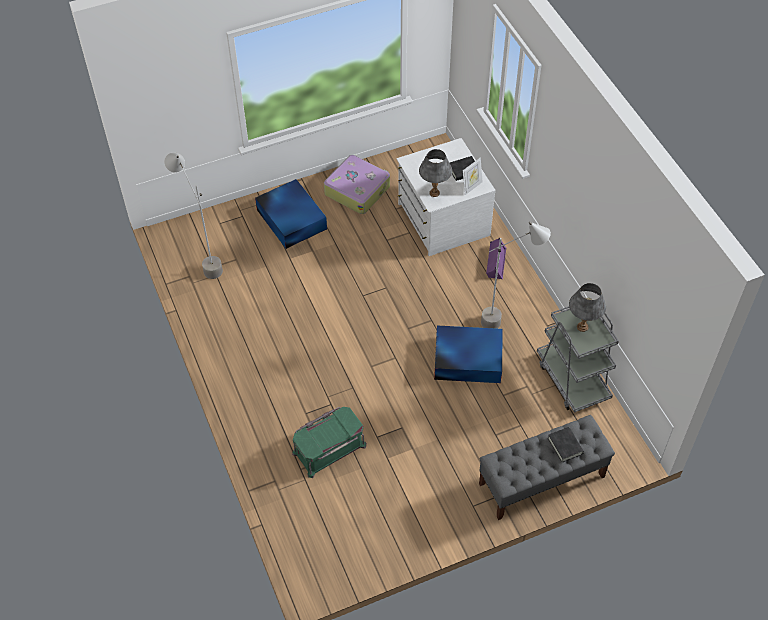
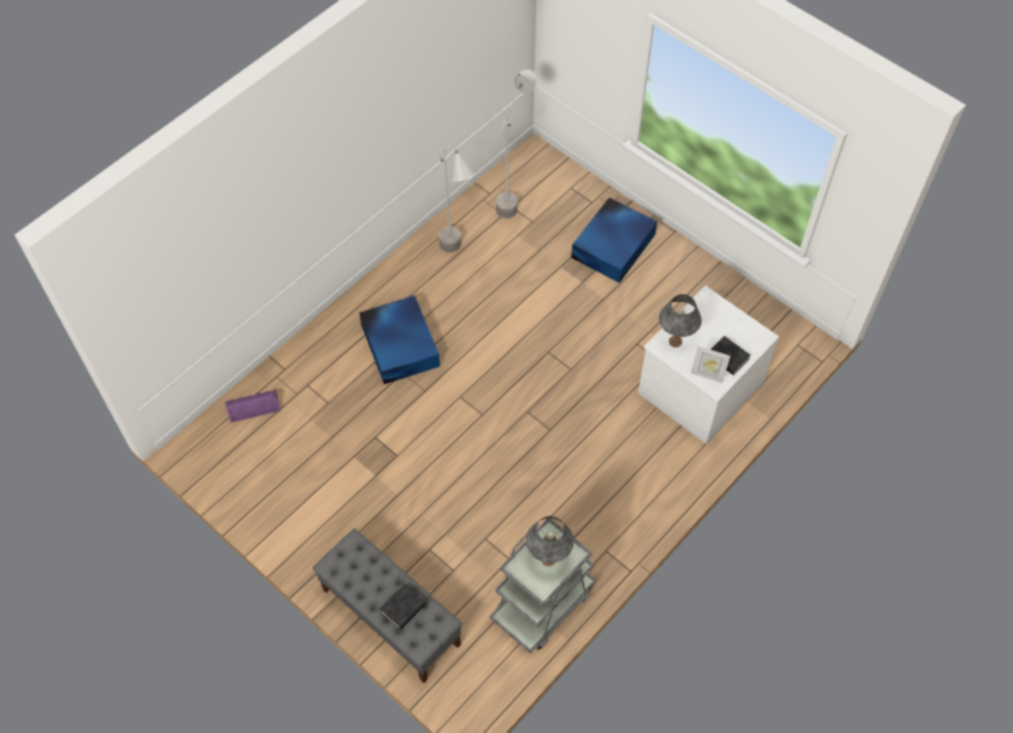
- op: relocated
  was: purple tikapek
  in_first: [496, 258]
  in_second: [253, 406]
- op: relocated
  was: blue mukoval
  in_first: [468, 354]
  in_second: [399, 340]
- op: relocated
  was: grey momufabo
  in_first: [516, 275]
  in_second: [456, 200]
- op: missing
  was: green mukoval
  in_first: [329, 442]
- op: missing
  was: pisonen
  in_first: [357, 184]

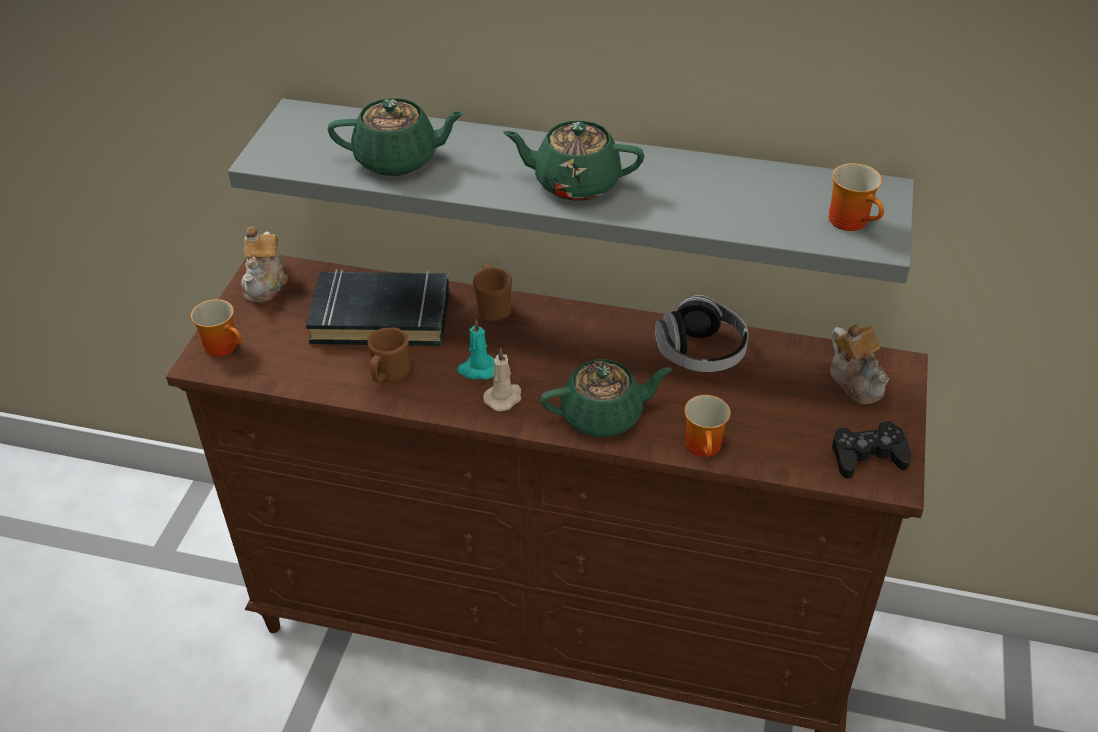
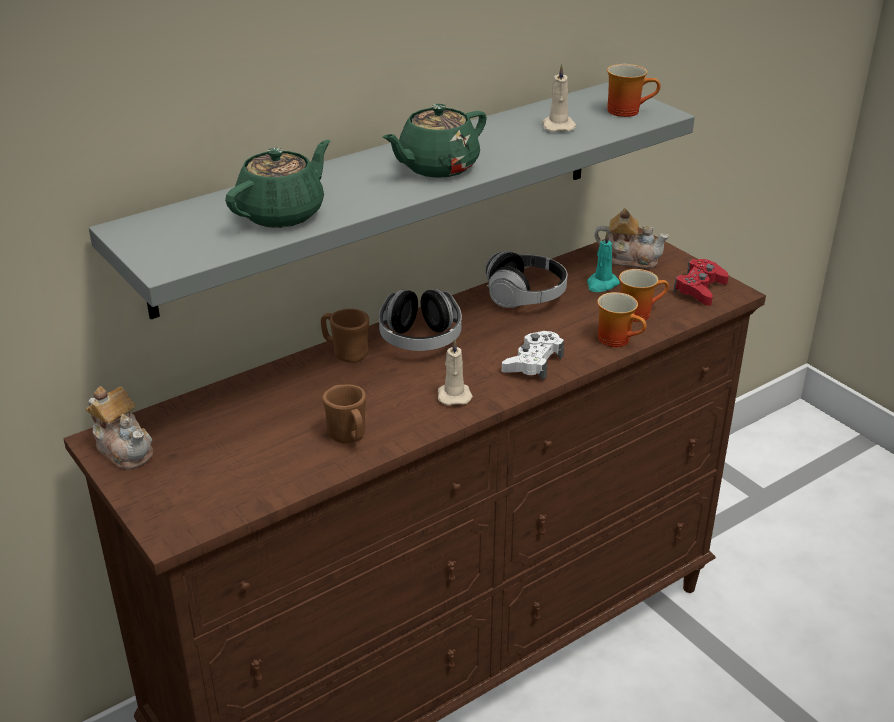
- op: appeared
  now: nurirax
  in_second: [420, 320]
- op: exchanged
  was: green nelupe
  now: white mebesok
  in_first: [606, 398]
  in_second: [533, 355]
- op: appeared
  now: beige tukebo
  in_second: [559, 98]
- op: relocated
  was: turquoise tukebo
  in_first: [475, 349]
  in_second: [603, 261]
- op: relocated
  was: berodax
  in_first: [216, 328]
  in_second: [644, 295]
- op: colour
  was: black mebesok
  now: red mebesok
  in_first: [871, 449]
  in_second: [701, 282]
- op: missing
  was: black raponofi
  in_first: [377, 307]

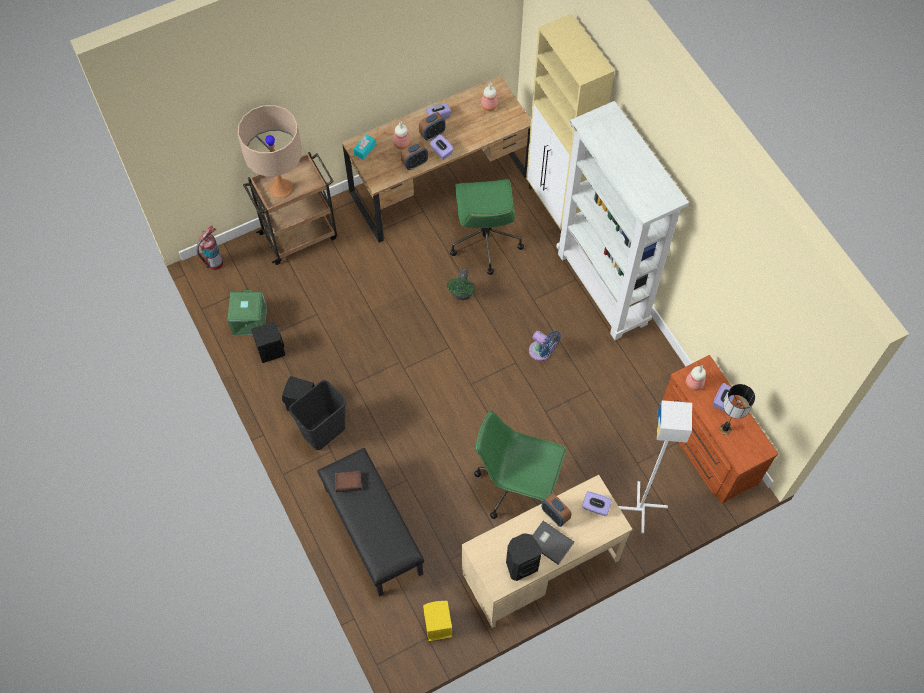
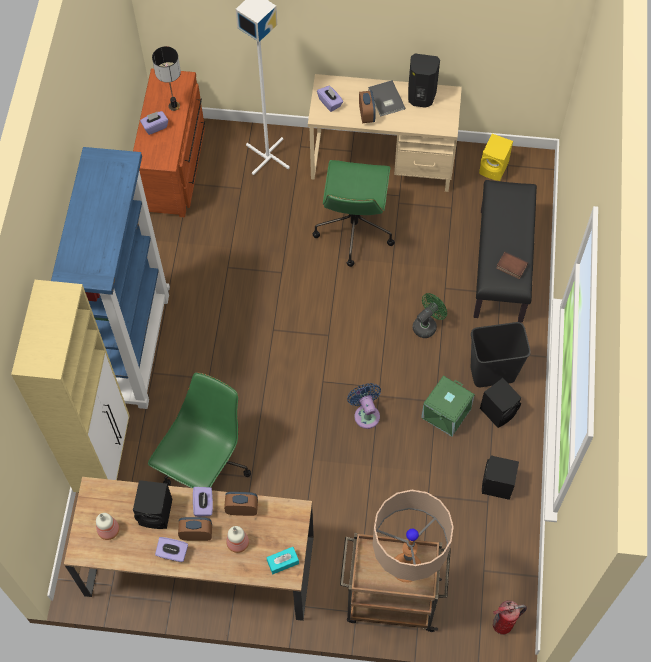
- op: colour
  was: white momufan
  now: blue momufan
  in_first: [622, 220]
  in_second: [110, 278]
- op: appeared
  now: black tikapek
  in_second: [152, 504]
- op: spun
  was: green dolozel
  in_first: [520, 465]
  in_second: [353, 213]
  clockwise: 45
- op: relocated
  was: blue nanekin
  in_first: [545, 345]
  in_second: [364, 406]
- op: relocated
  was: green nanekin
  in_first: [461, 284]
  in_second: [429, 315]
- op: relocated
  was: green mukoval
  in_first: [247, 312]
  in_second: [448, 405]
- op: missing
  was: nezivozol
  in_first: [696, 378]

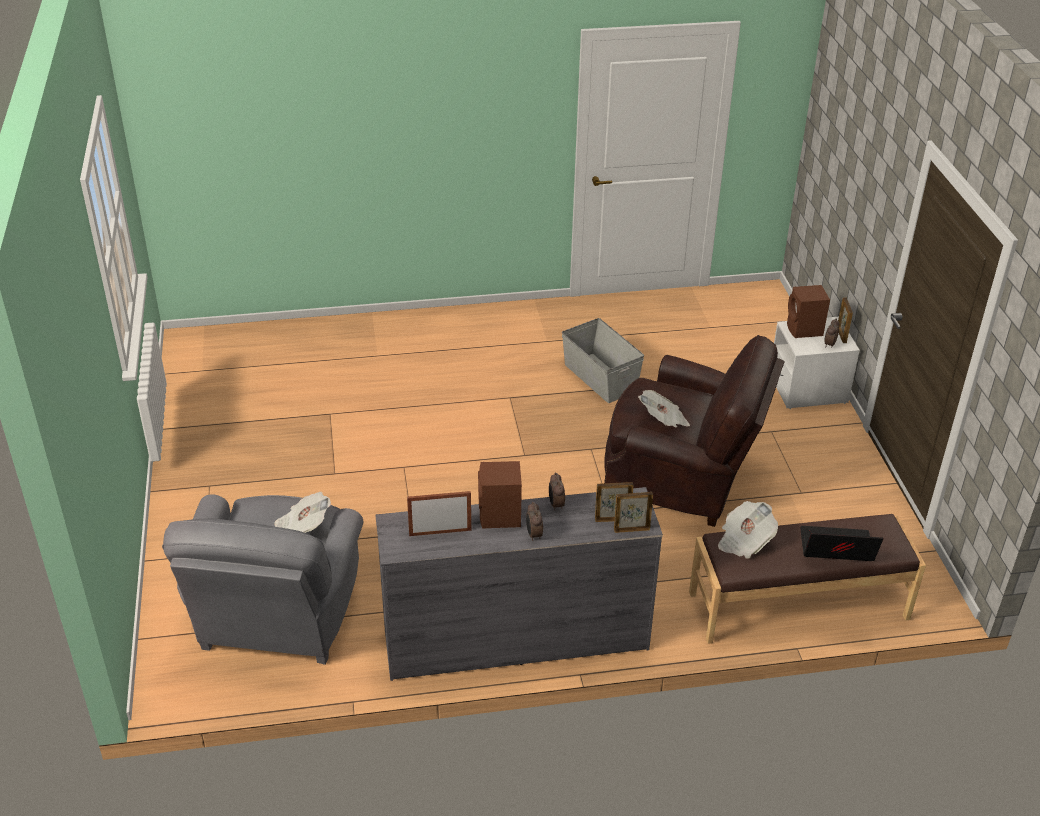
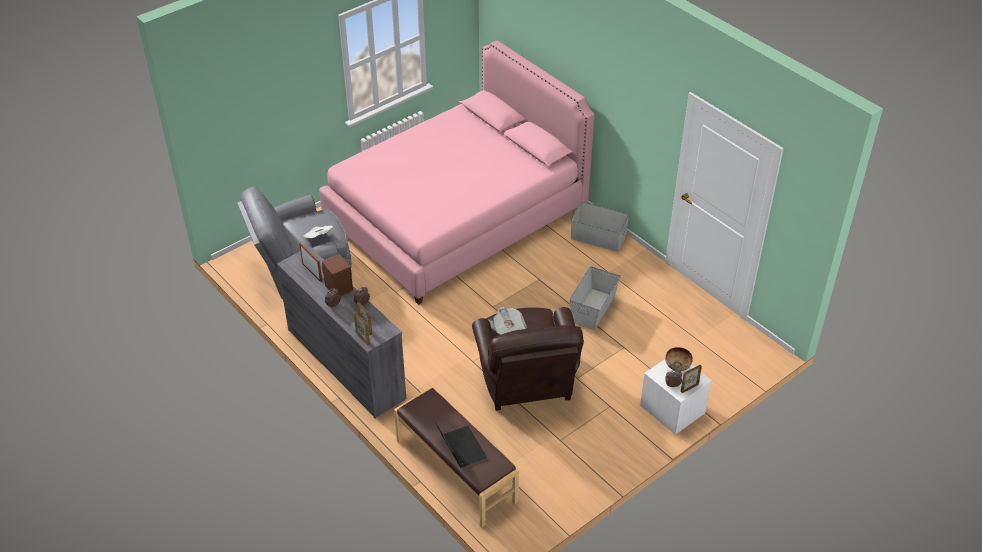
- op: appeared
  now: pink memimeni
  in_second: [456, 172]
- op: appeared
  now: grey mukoval
  in_second: [600, 227]
- op: exchanged
  was: brown tikapek
  now: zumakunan
  in_first: [808, 311]
  in_second: [679, 359]
- op: missing
  was: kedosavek
  in_first: [748, 530]

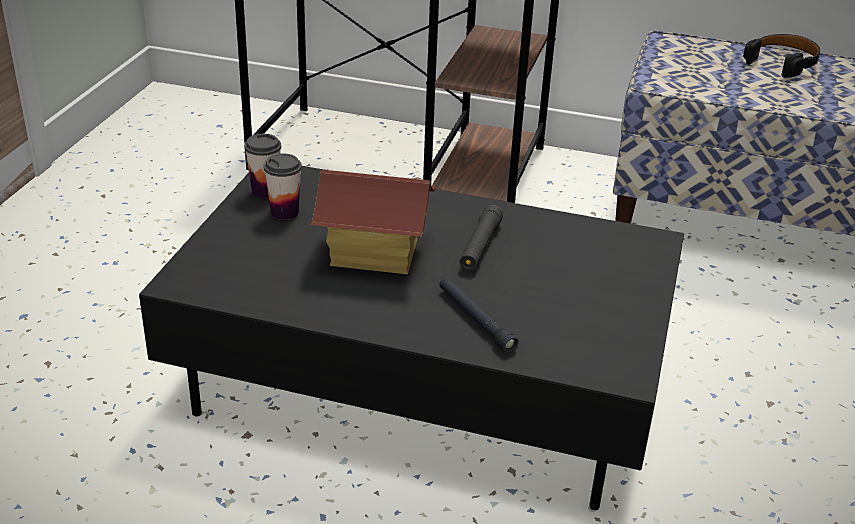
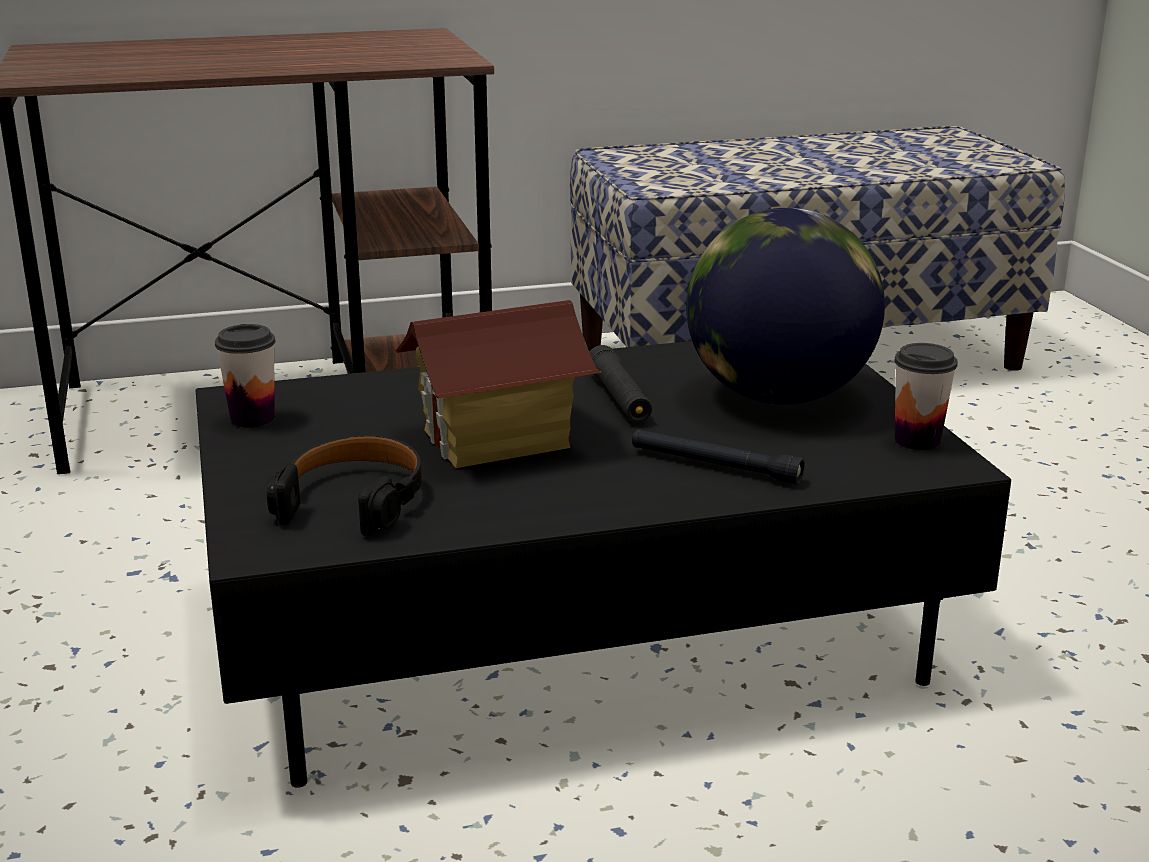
- op: relocated
  was: black nurirax
  in_first: [781, 55]
  in_second: [344, 485]
- op: appeared
  now: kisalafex
  in_second: [785, 306]
- op: relocated
  was: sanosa
  in_first: [283, 186]
  in_second: [926, 396]

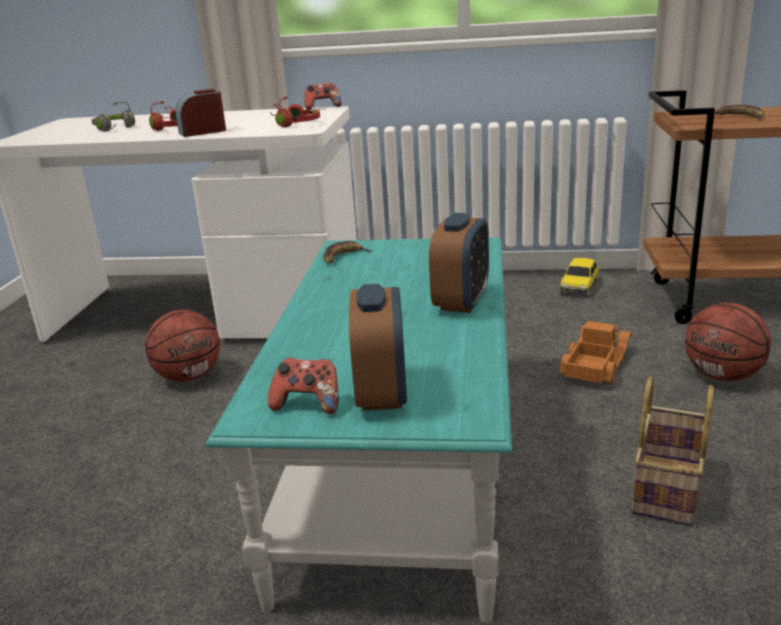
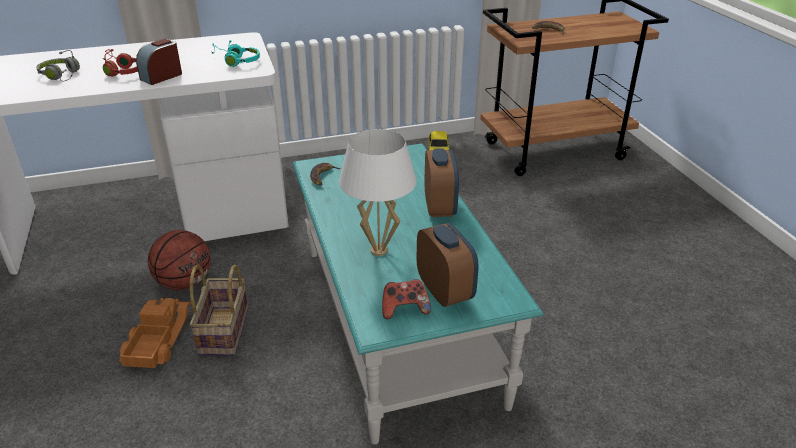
- op: relocated
  was: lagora
  in_first: [595, 352]
  in_second: [155, 333]
- op: relocated
  was: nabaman
  in_first: [673, 451]
  in_second: [218, 310]
- op: colour
  was: red nurirax
  now: turquoise nurirax
  in_first: [295, 111]
  in_second: [235, 53]
- op: appeared
  now: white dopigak
  in_second: [378, 192]
- op: missing
  was: mebesok
  in_first: [323, 96]
- op: missing
  was: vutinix
  in_first: [728, 342]

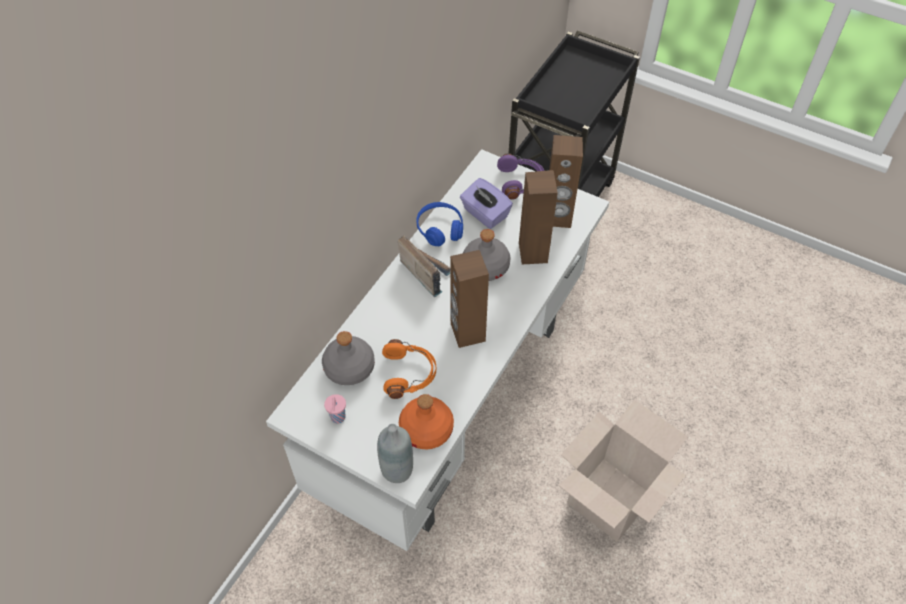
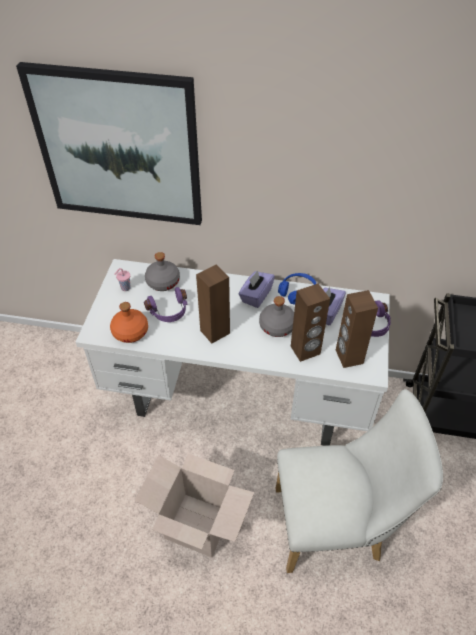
- op: appeared
  now: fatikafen
  in_second: [109, 143]
- op: colour
  was: orange nurirax
  now: purple nurirax
  in_first: [409, 369]
  in_second: [166, 304]
- op: exchanged
  was: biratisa
  now: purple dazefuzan
  in_first: [424, 266]
  in_second: [257, 289]
- op: appeared
  now: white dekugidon
  in_second: [359, 481]
- op: missing
  was: grey nezivozol
  in_first: [395, 453]

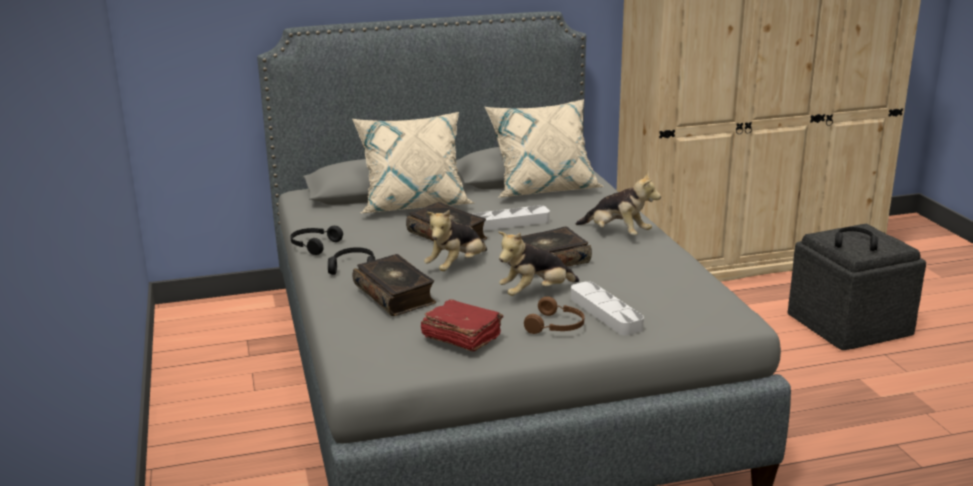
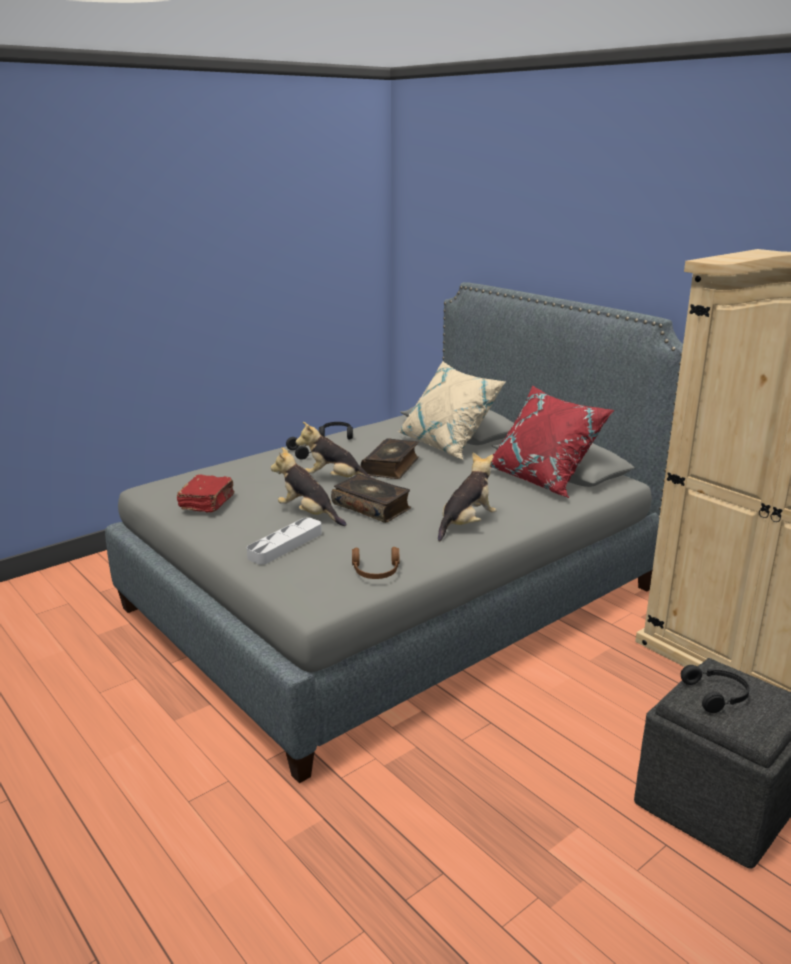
- op: relocated
  was: brown nurirax
  in_first: [554, 315]
  in_second: [376, 563]
- op: spun
  was: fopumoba
  in_first: [618, 203]
  in_second: [467, 496]
  clockwise: -150
- op: colour
  was: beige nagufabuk
  now: red nagufabuk
  in_first: [544, 148]
  in_second: [552, 441]
- op: missing
  was: raponofi
  in_first: [394, 285]
- op: missing
  was: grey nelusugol
  in_first: [511, 218]

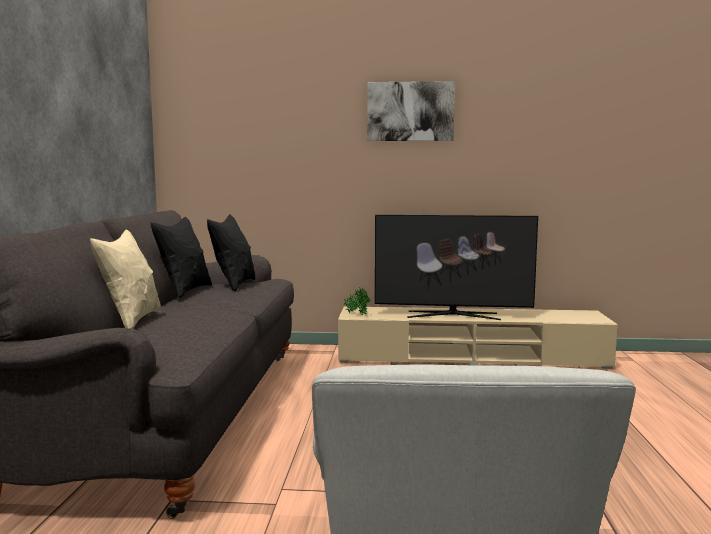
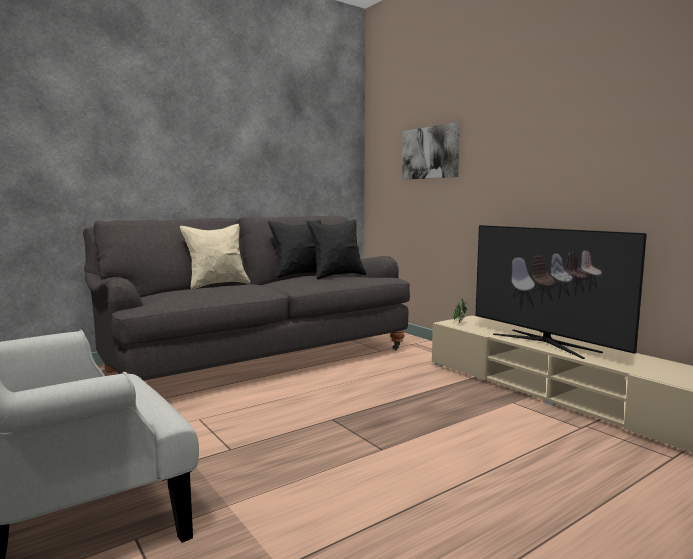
- op: relocated
  was: fatikafen
  in_first: [411, 111]
  in_second: [431, 151]

